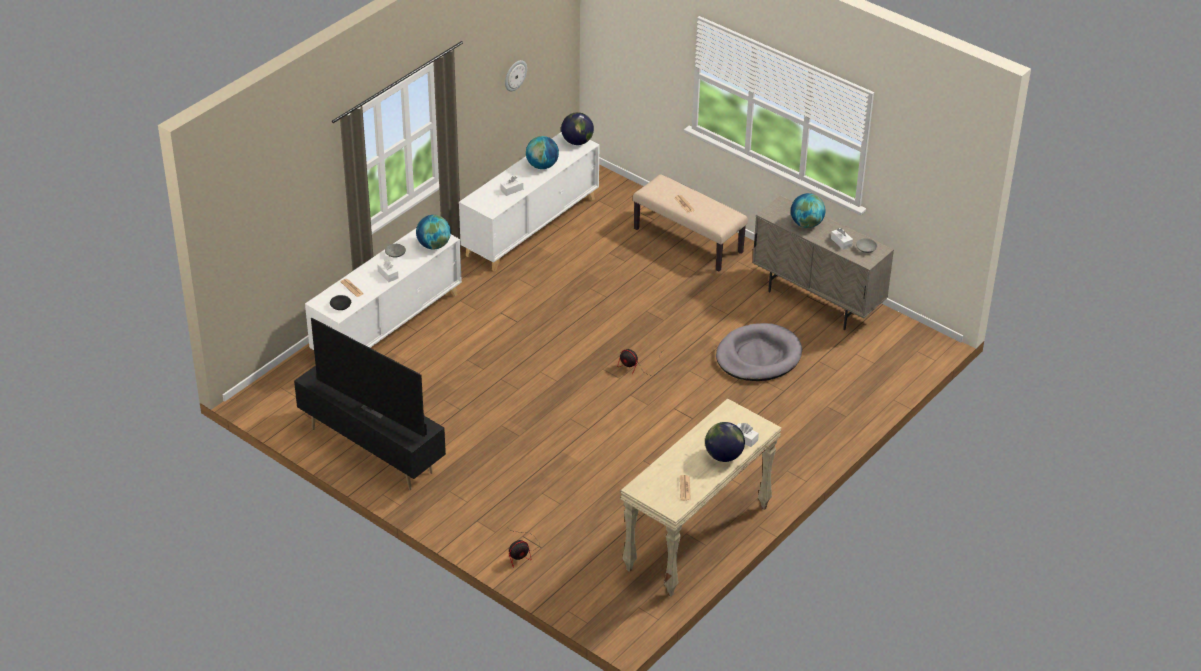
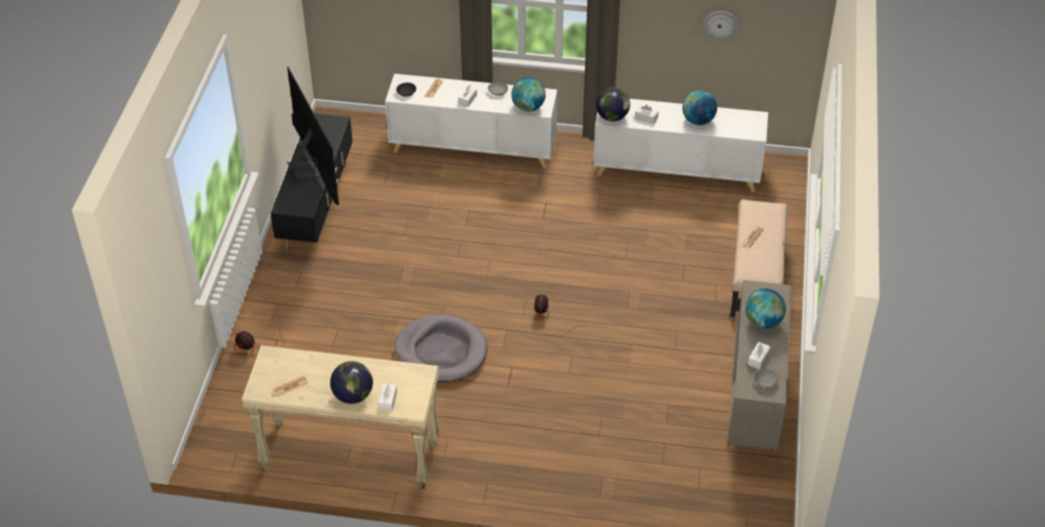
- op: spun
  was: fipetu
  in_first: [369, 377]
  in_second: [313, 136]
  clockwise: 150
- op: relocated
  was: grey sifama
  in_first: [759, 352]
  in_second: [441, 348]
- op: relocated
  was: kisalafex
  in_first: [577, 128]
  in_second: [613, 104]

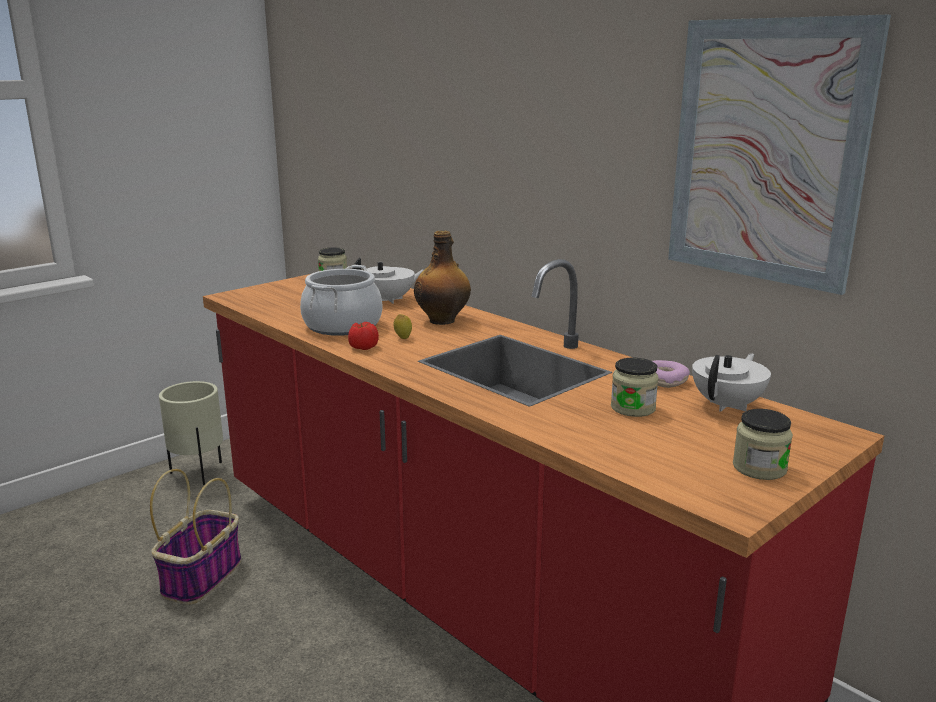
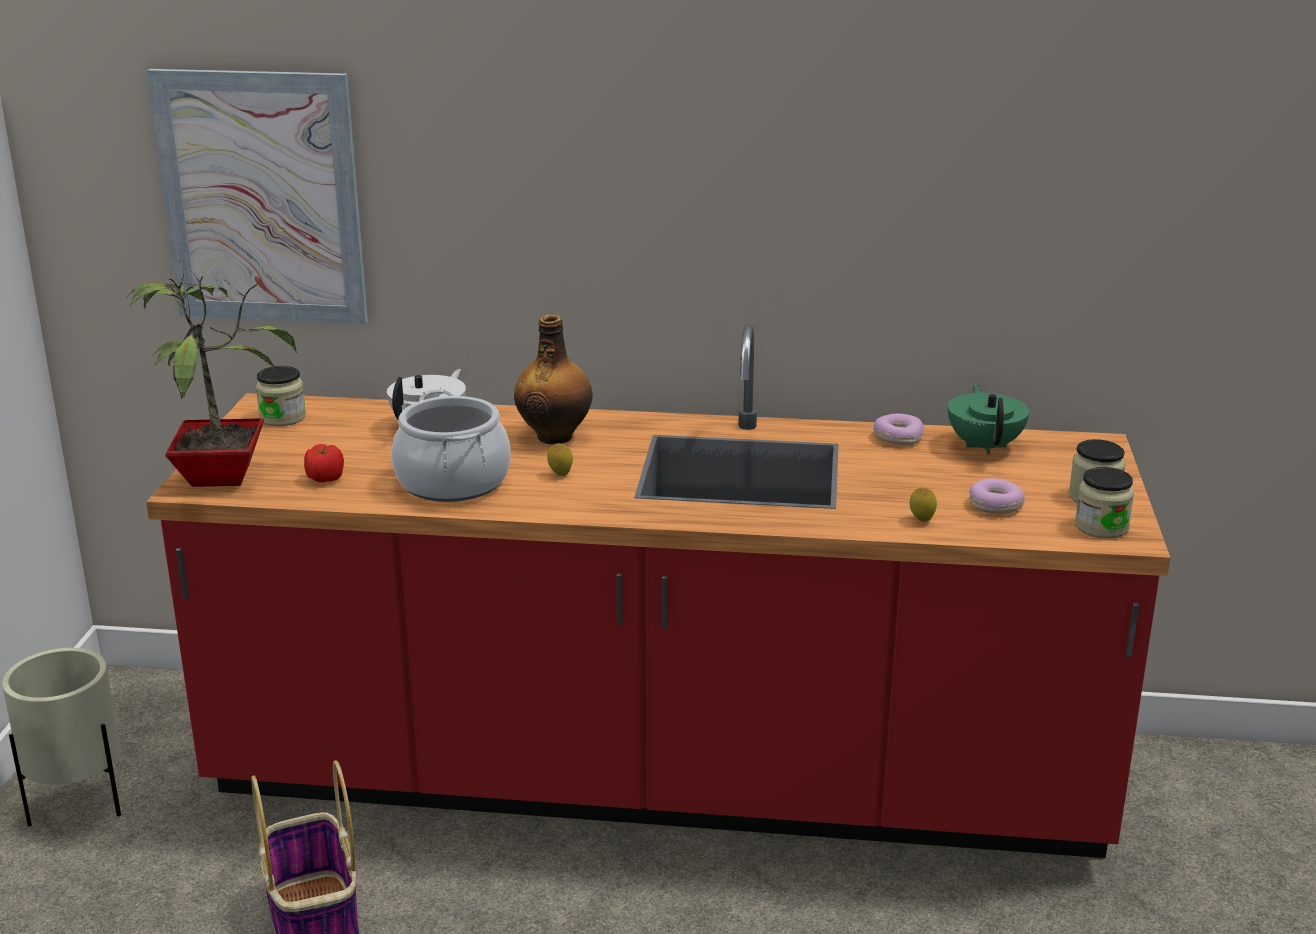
- op: appeared
  now: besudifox
  in_second: [212, 377]
- op: relocated
  was: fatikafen
  in_first: [779, 155]
  in_second: [257, 196]
- op: relocated
  was: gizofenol
  in_first: [363, 336]
  in_second: [324, 463]
- op: appeared
  now: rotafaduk
  in_second: [923, 504]
- op: colour
  was: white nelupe
  now: green nelupe
  in_first: [731, 382]
  in_second: [989, 419]
- op: appeared
  now: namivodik
  in_second: [997, 496]
- op: relocated
  was: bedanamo
  in_first: [635, 387]
  in_second: [1104, 502]

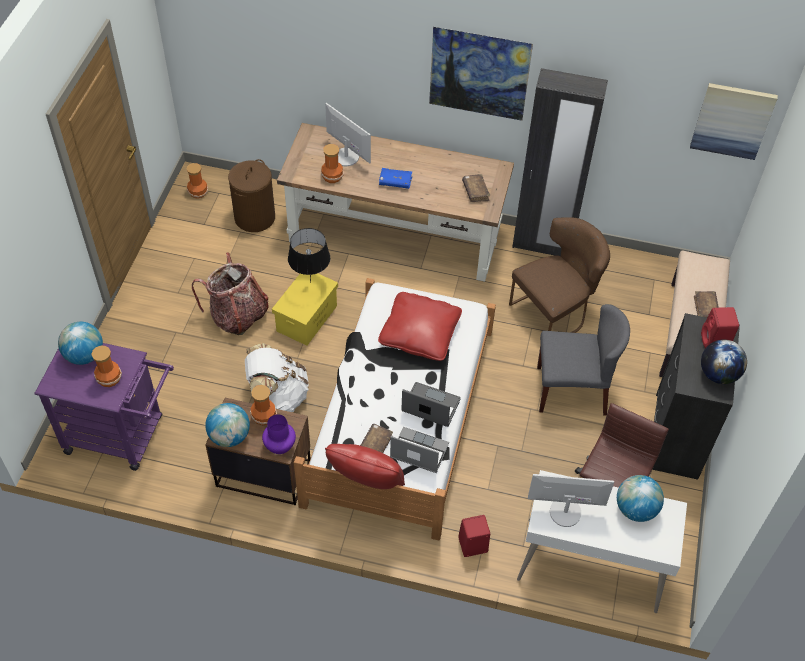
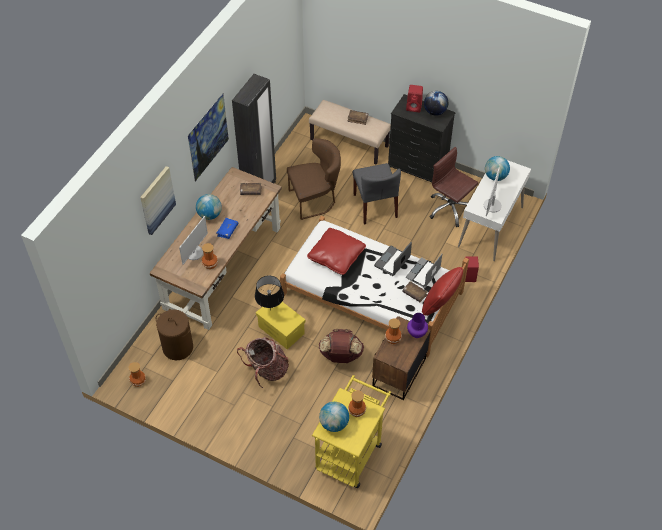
- op: relocated
  was: fatikafen
  in_first: [734, 121]
  in_second: [158, 200]
- op: spun
  was: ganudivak
  in_first: [348, 134]
  in_second: [193, 240]
  clockwise: 150
- op: relocated
  was: kisalafex
  in_first: [227, 425]
  in_second: [209, 207]
- op: spun
  was: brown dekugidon
  in_first: [559, 275]
  in_second: [314, 179]
  clockwise: 90
- op: colour
  was: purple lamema
  now: yellow lamema
  in_first: [104, 407]
  in_second: [351, 431]
- op: colour
  was: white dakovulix
  now: brown dakovulix
  in_first: [277, 377]
  in_second: [341, 346]
- op: spun
  was: grey dekugidon
  in_first: [583, 360]
  in_second: [377, 194]
  clockwise: 150

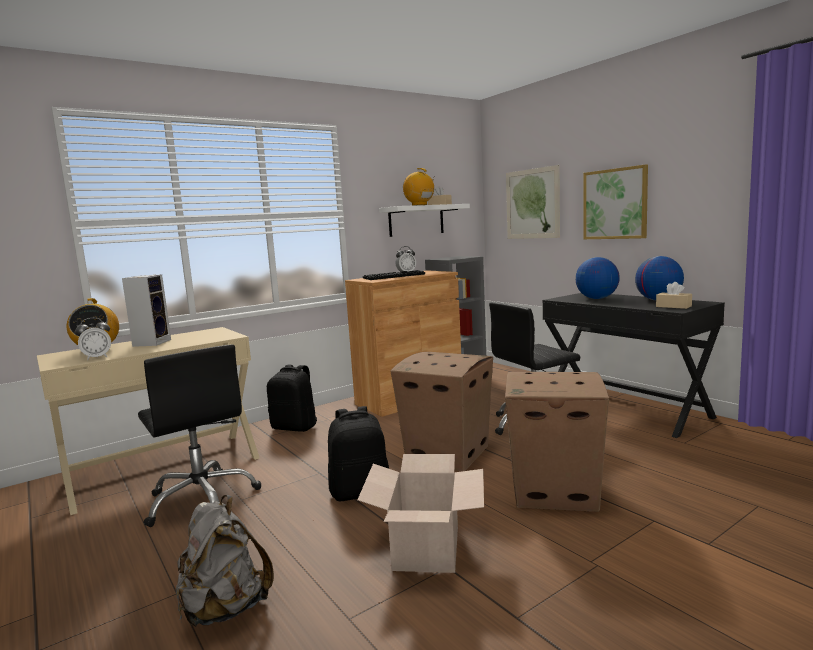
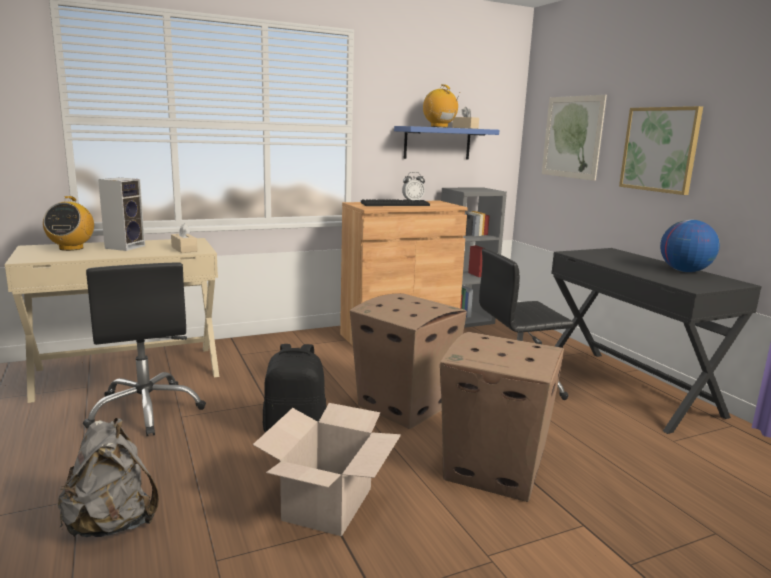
- op: relocated
  was: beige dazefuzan
  in_first: [674, 295]
  in_second: [184, 238]
- op: colour
  was: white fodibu
  now: blue fodibu
  in_first: [424, 220]
  in_second: [446, 143]
- op: missing
  was: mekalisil
  in_first: [93, 339]
- op: missing
  was: black dakovulix
  in_first: [292, 398]
- op: missing
  was: kisalafex
  in_first: [598, 278]

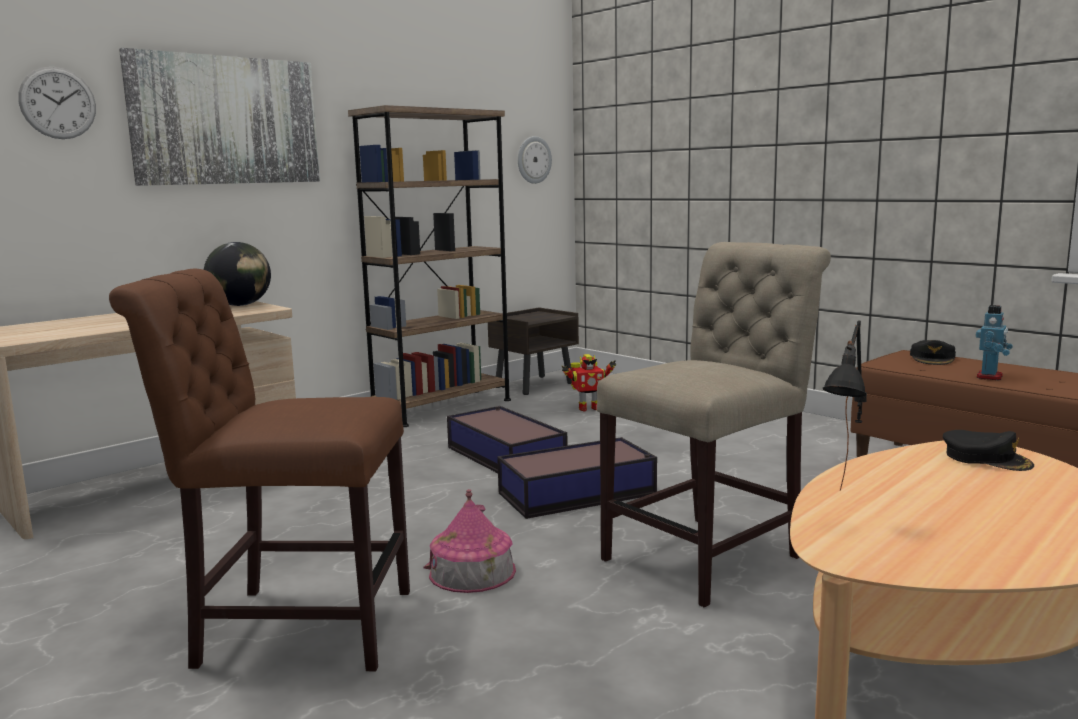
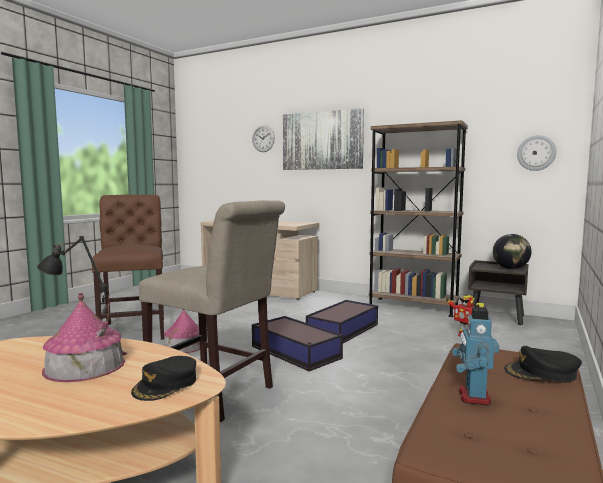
- op: appeared
  now: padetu
  in_second: [84, 337]
- op: spun
  was: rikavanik
  in_first: [994, 342]
  in_second: [475, 356]
  clockwise: 90
- op: relocated
  was: kisalafex
  in_first: [237, 274]
  in_second: [512, 251]

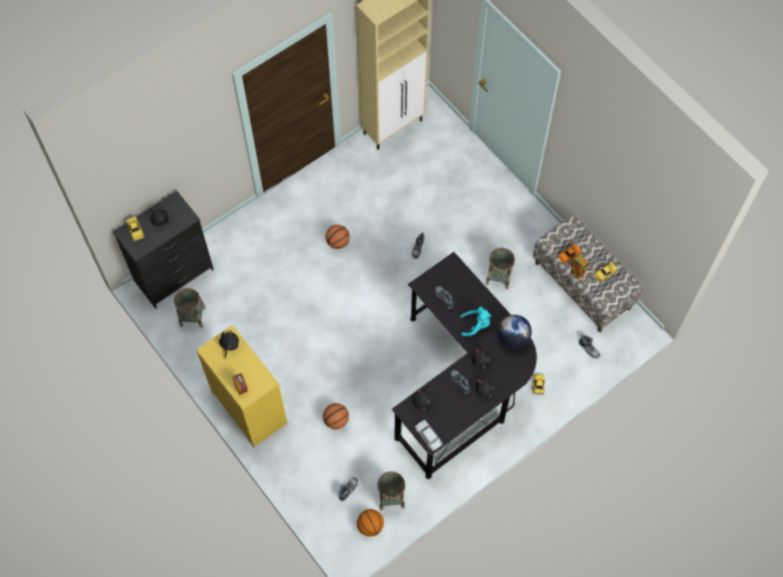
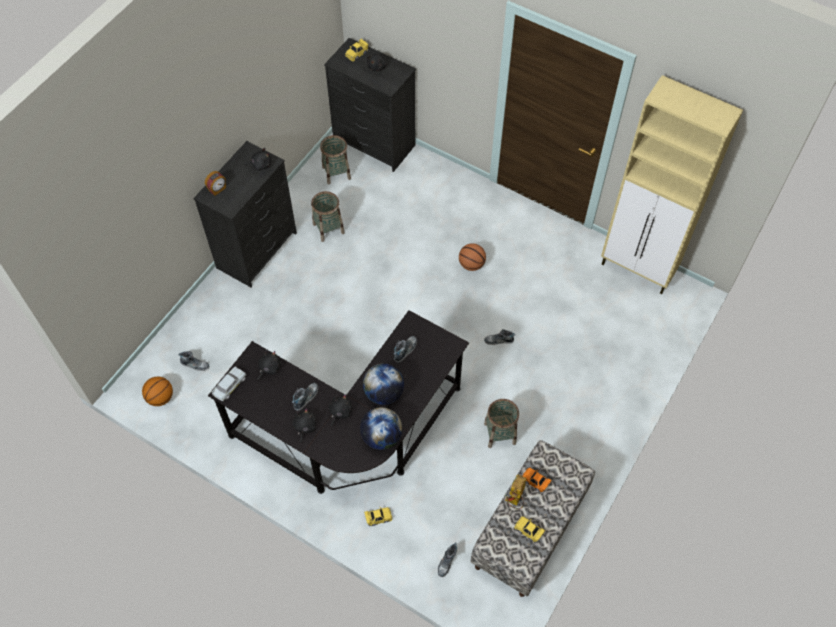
- op: colour
  was: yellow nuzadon
  now: black nuzadon
  in_first: [241, 386]
  in_second: [245, 214]
- op: relocated
  was: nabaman
  in_first: [391, 491]
  in_second: [328, 216]
- op: exchanged
  was: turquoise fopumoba
  now: kisalafex
  in_first: [475, 321]
  in_second: [383, 384]
- op: missing
  was: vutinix
  in_first: [336, 416]

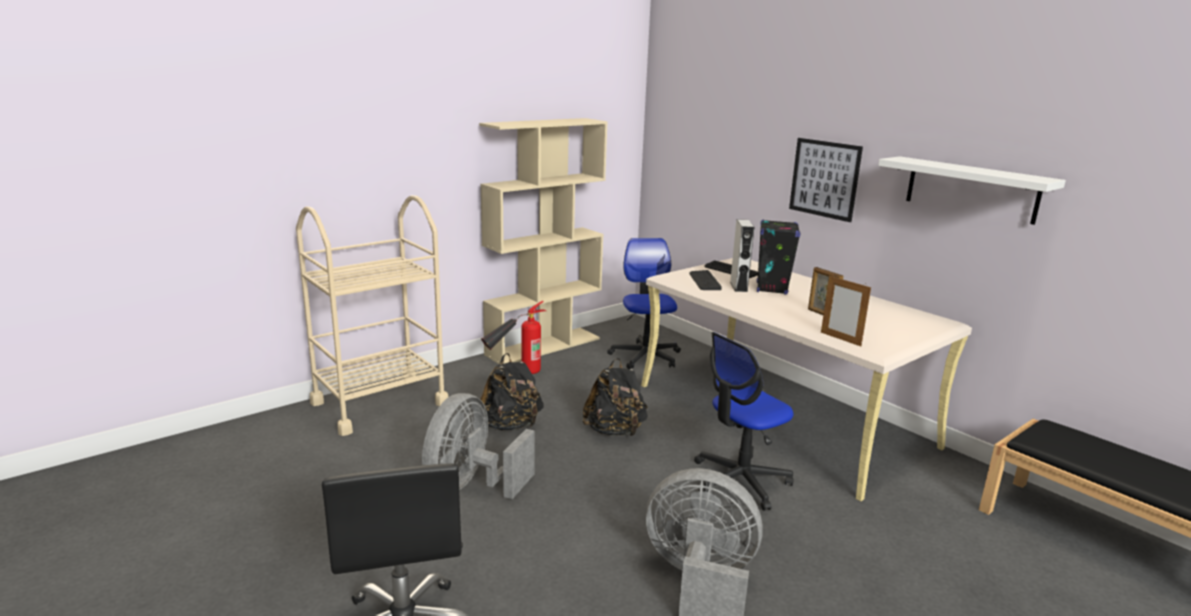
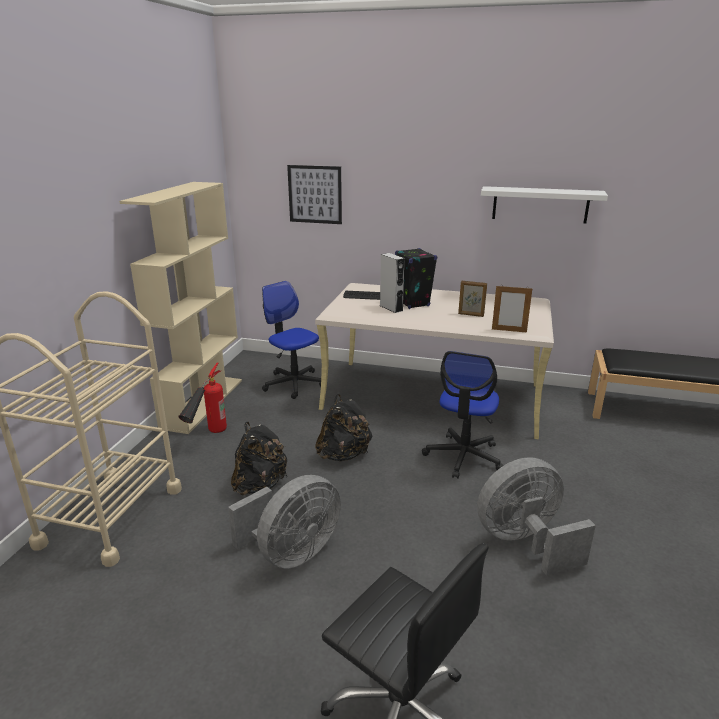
- op: spun
  was: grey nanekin
  in_first: [478, 446]
  in_second: [284, 521]
  clockwise: -120
- op: relocated
  was: fatikafen
  in_first: [826, 180]
  in_second: [314, 194]
- op: missing
  was: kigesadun
  in_first: [705, 280]

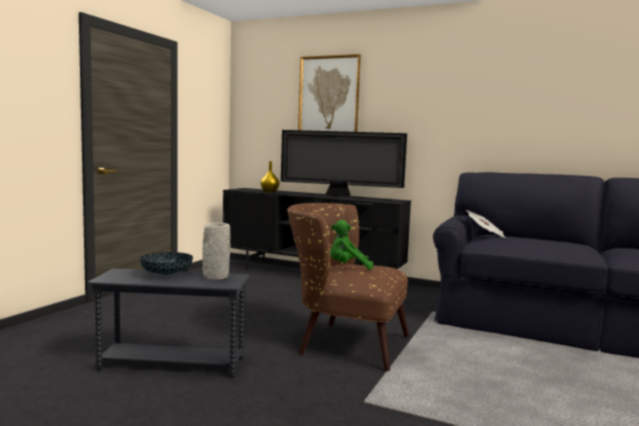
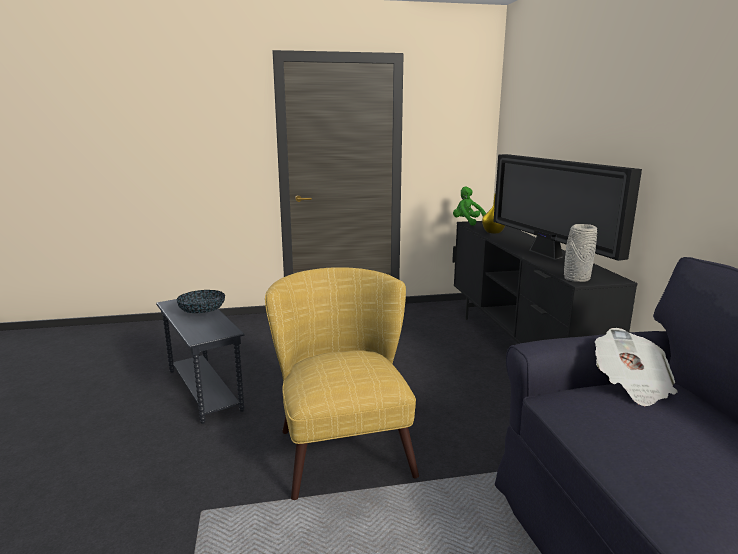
- op: colour
  was: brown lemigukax
  now: yellow lemigukax
  in_first: [348, 287]
  in_second: [342, 383]
- op: relocated
  was: green fopumoba
  in_first: [351, 245]
  in_second: [469, 206]
- op: relocated
  was: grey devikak
  in_first: [216, 251]
  in_second: [580, 253]
- op: missing
  was: fatikafen
  in_first: [329, 93]

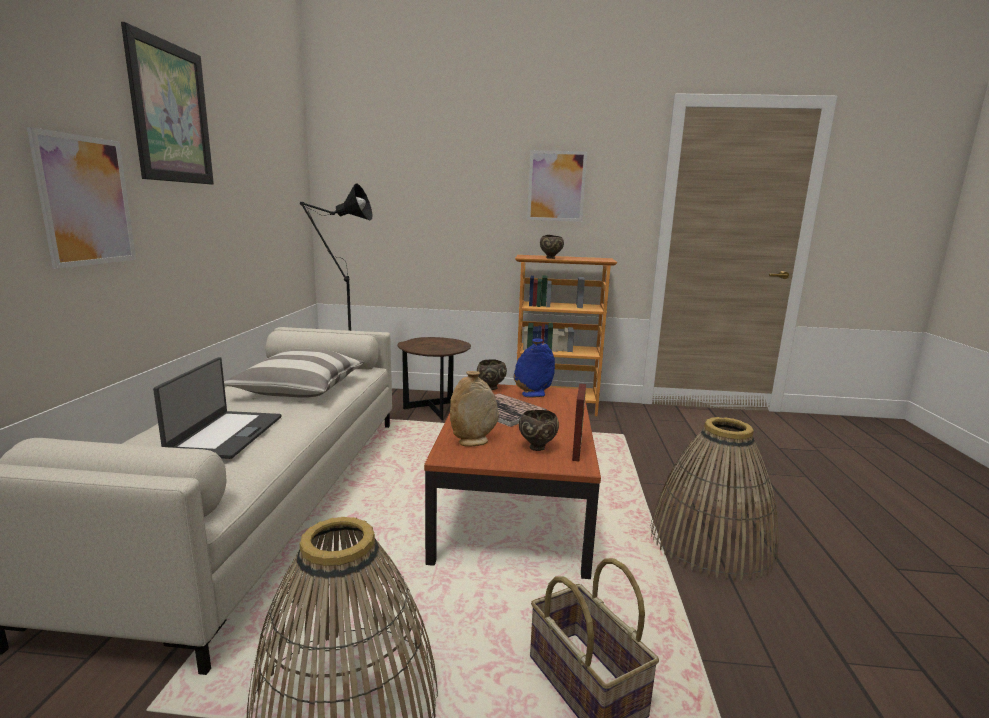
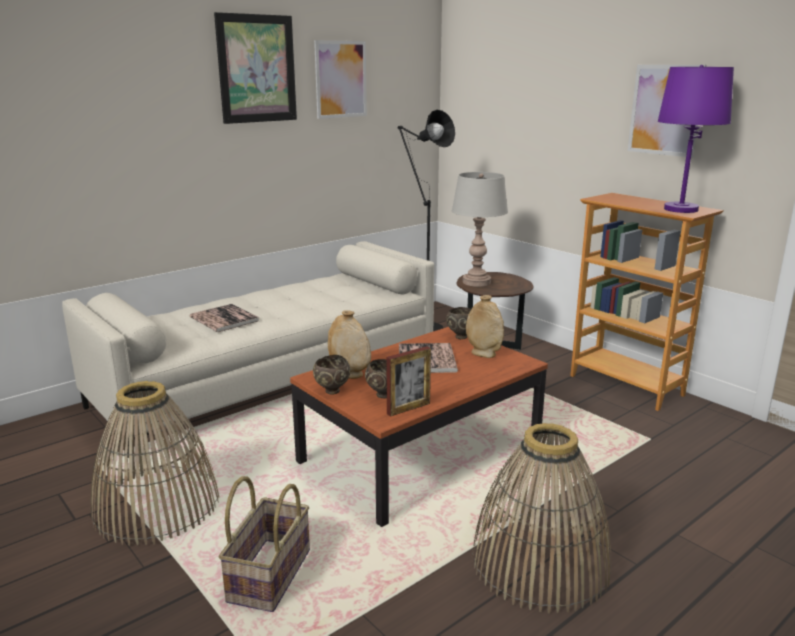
- op: exchanged
  was: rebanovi
  now: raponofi
  in_first: [217, 408]
  in_second: [224, 318]
- op: relocated
  was: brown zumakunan
  in_first: [552, 247]
  in_second: [331, 375]
- op: relocated
  was: fatikafen
  in_first: [81, 198]
  in_second: [340, 79]
- op: appeared
  now: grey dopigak
  in_second: [480, 229]
- op: colour
  was: blue devikak
  now: beige devikak
  in_first: [534, 368]
  in_second: [485, 326]
- op: appeared
  now: purple dopigak
  in_second: [696, 139]
- op: missing
  was: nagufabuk
  in_first: [294, 373]

